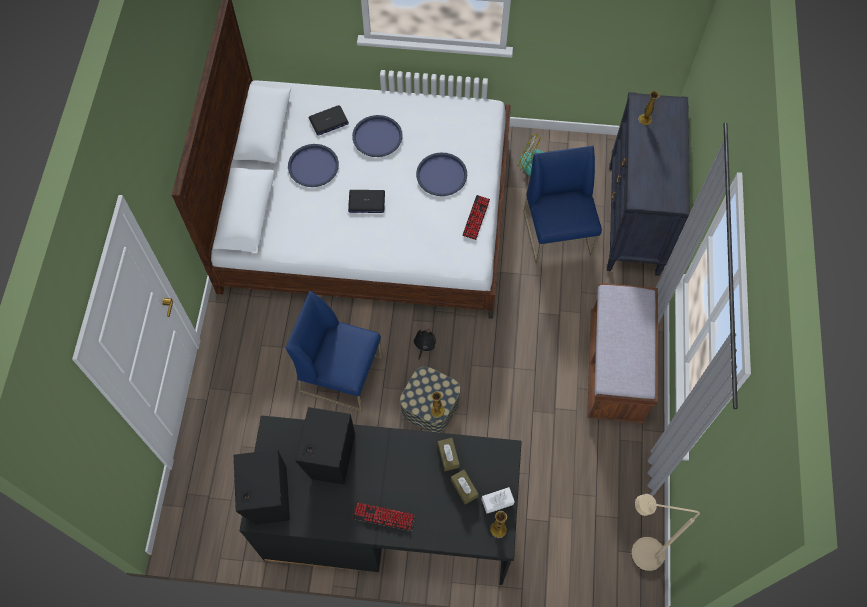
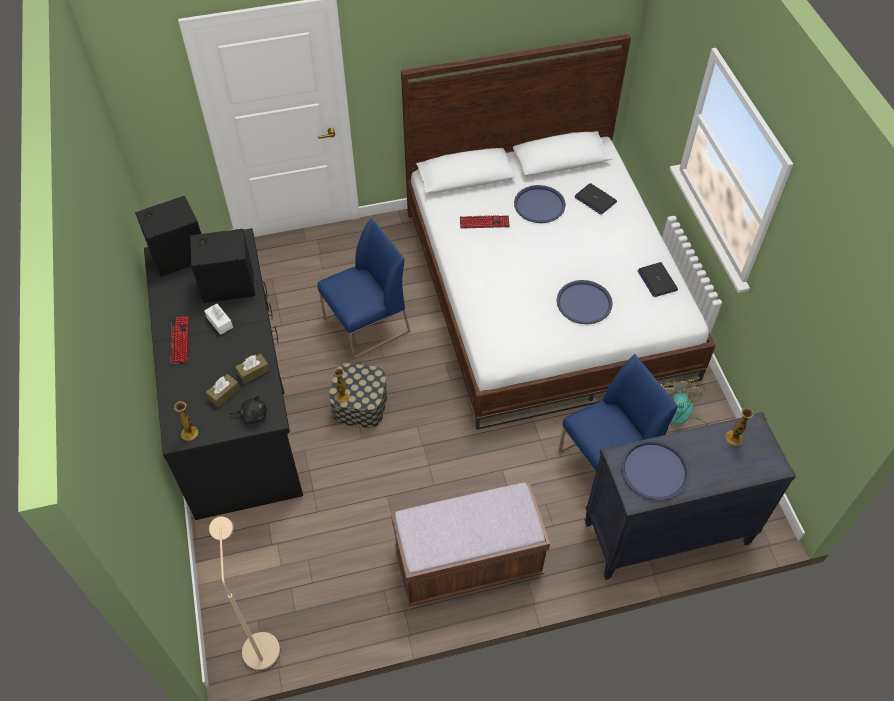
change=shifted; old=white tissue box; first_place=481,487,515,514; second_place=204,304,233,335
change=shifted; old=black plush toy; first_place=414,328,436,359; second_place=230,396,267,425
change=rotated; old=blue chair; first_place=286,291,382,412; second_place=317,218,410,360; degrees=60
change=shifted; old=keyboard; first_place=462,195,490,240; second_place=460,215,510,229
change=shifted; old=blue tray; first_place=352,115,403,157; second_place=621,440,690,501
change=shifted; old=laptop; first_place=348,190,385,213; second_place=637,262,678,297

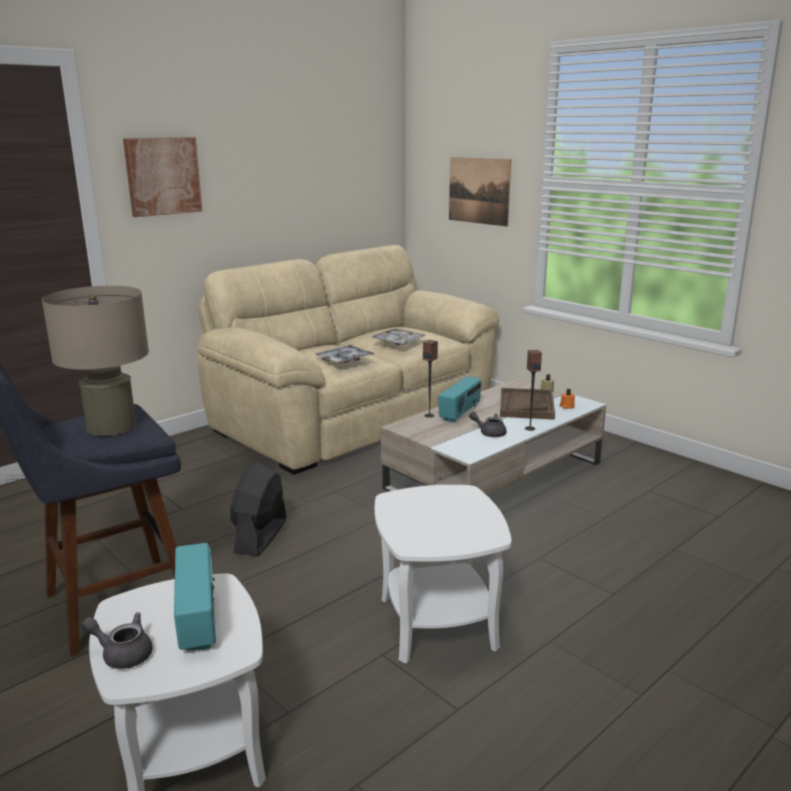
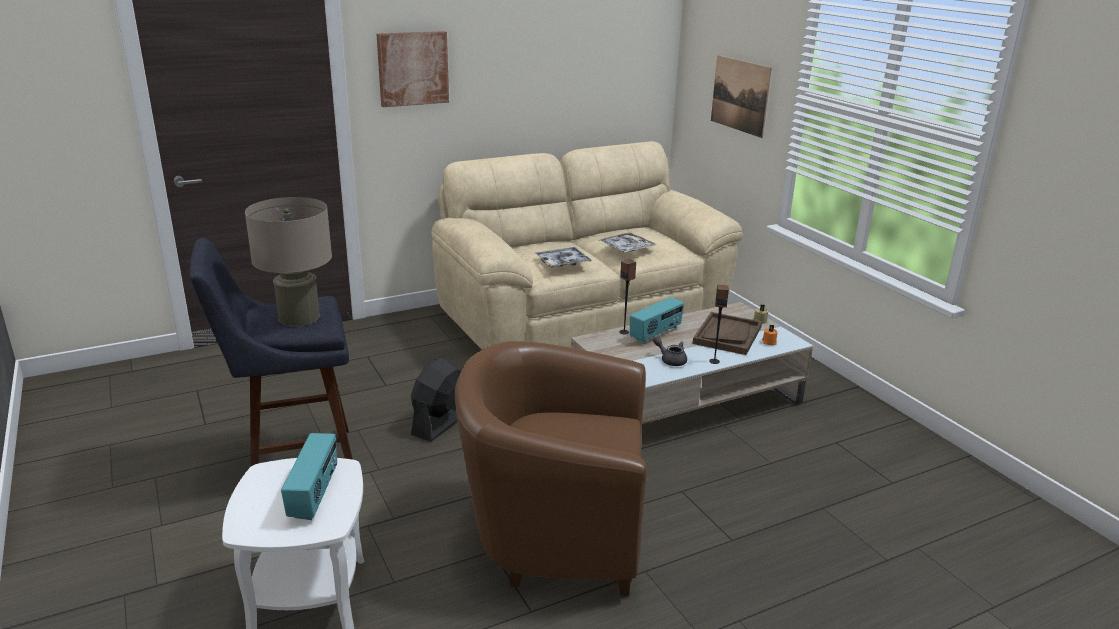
change=swapped; old=white side table; new=brown armchair; first_place=374,485,512,664; second_place=455,341,647,597
change=gone; old=grey teapot; first_place=81,612,153,669

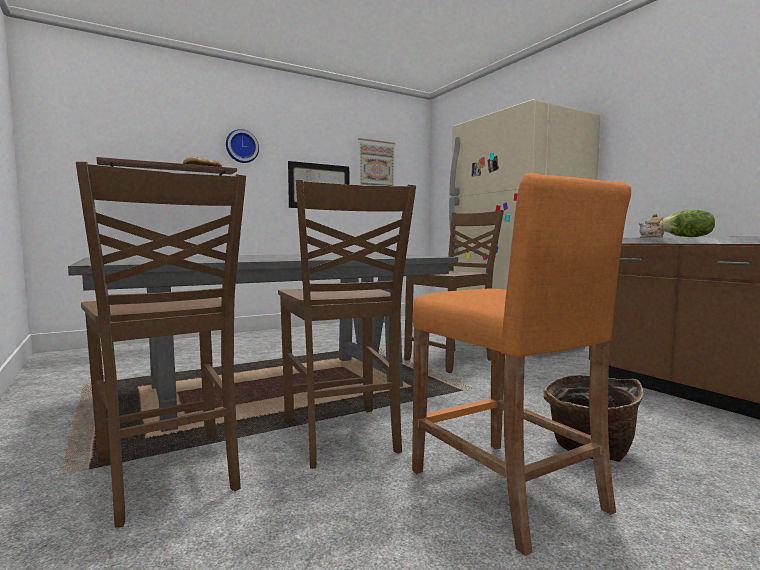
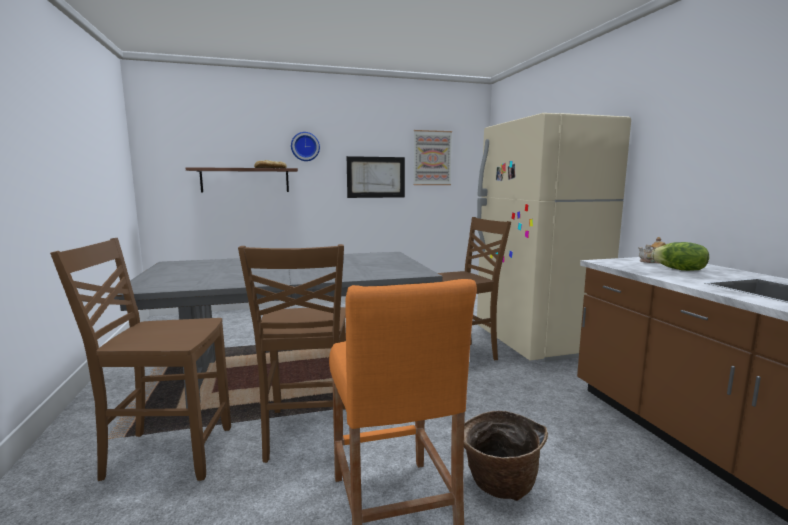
change=rotated; old=brown chair; first_place=76,161,246,528; second_place=50,238,231,481; degrees=105

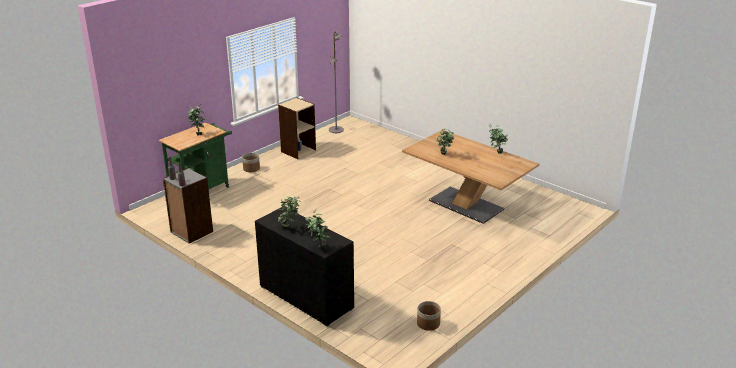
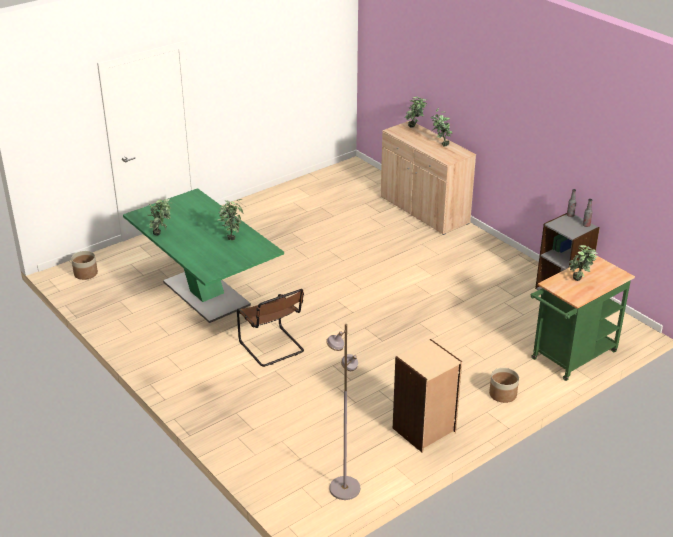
change=shifted; old=planter; first_place=417,301,441,331; second_place=71,251,98,280
change=repainted; old=brown dining table; new=green dining table; first_place=402,130,539,224; second_place=123,188,284,323
change=new; new=brown chair; second_place=237,289,304,367
change=repainted; old=black cabinet; new=beige cabinet; first_place=255,208,354,327; second_place=381,120,476,235

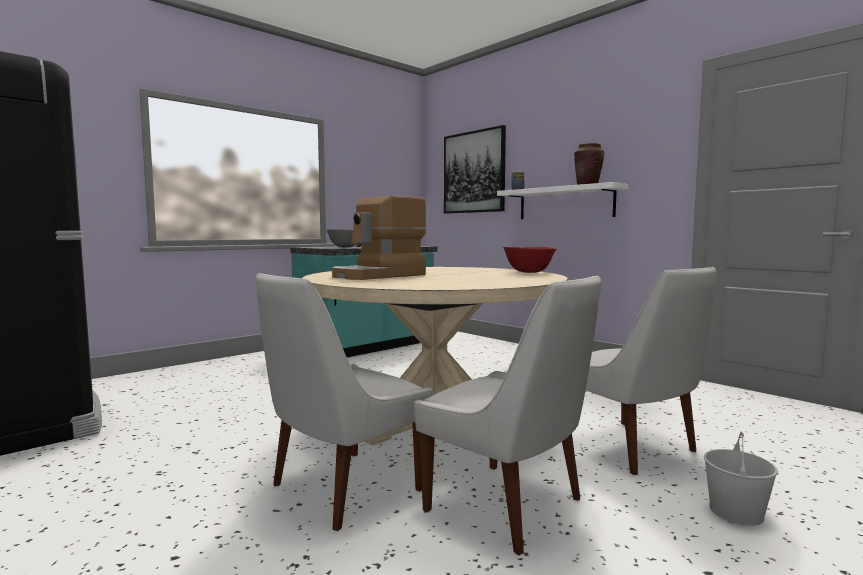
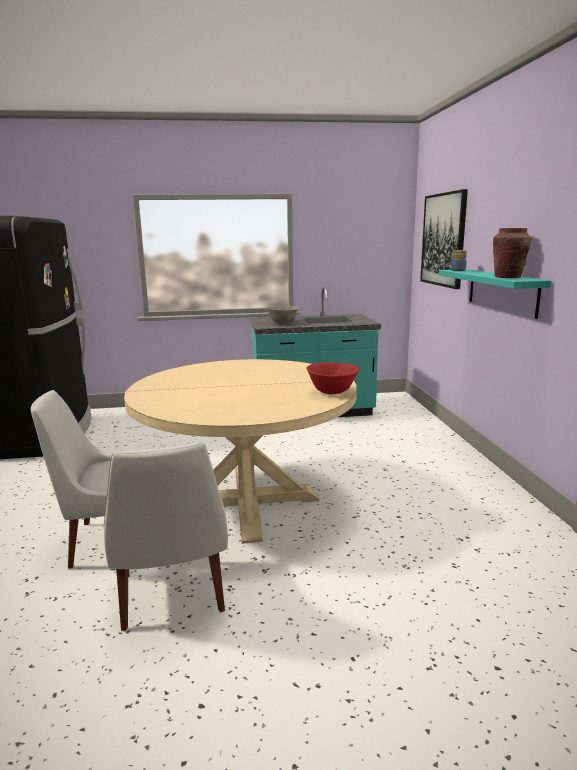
change=repainted; old=white shelf; new=turquoise shelf; first_place=497,182,628,219; second_place=439,269,551,319
change=gone; old=coffee machine; first_place=332,196,426,280
change=gone; old=white chair; first_place=586,267,717,475
change=gone; old=white bucket; first_place=704,432,778,526

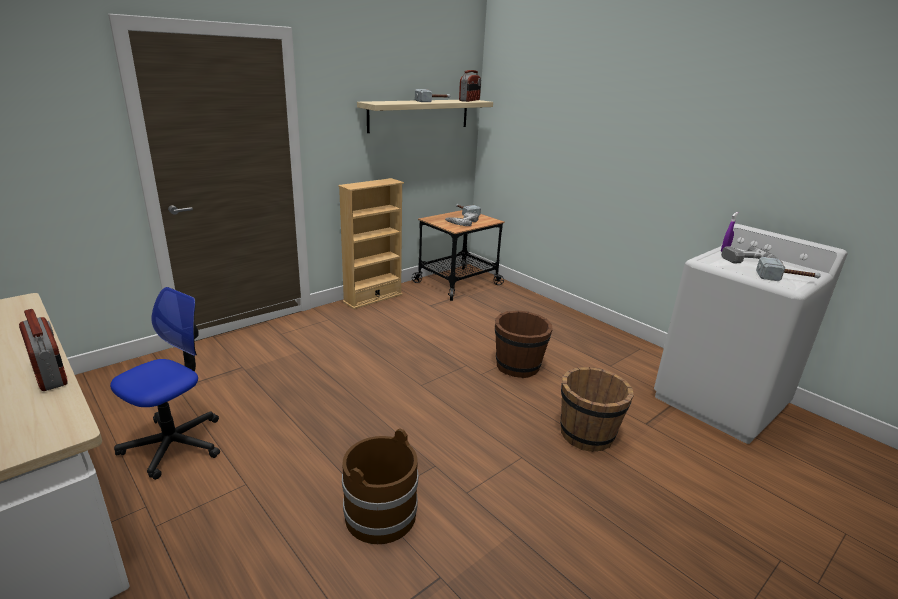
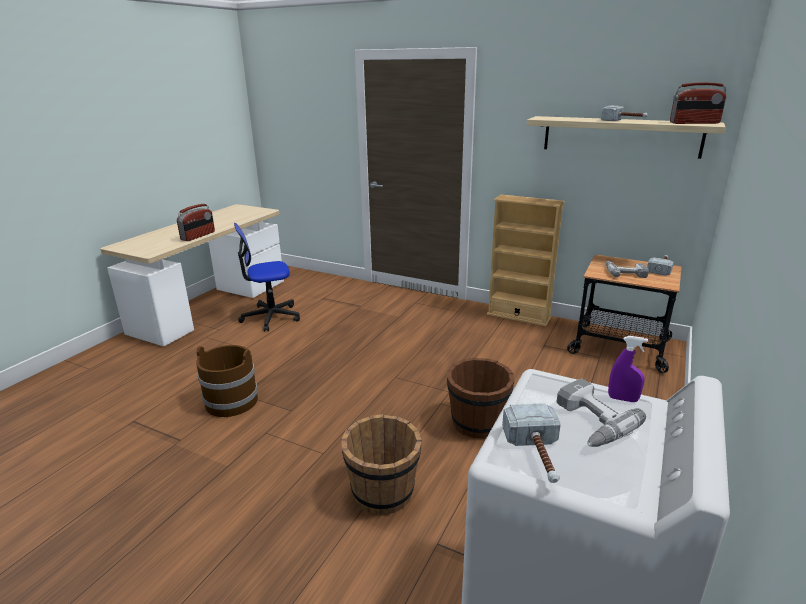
change=rotated; old=office chair; first_place=110,287,220,480; second_place=234,223,300,332; degrees=150

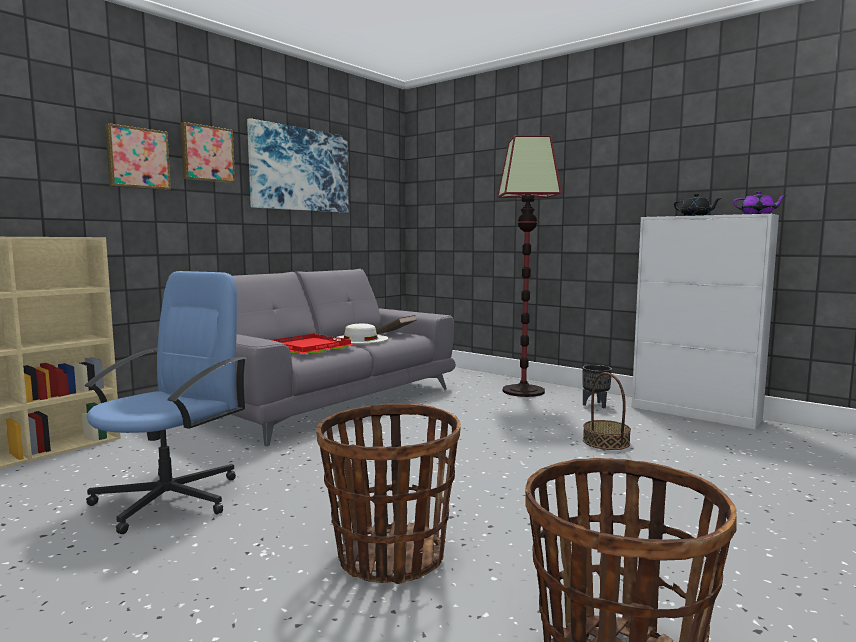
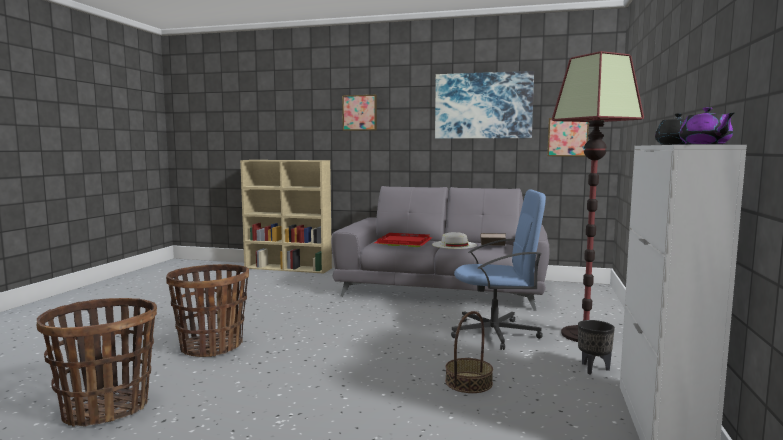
change=shifted; old=blue office chair; first_place=85,271,246,534; second_place=451,189,546,350
change=shifted; old=picture; first_place=180,122,235,183; second_place=547,118,589,156

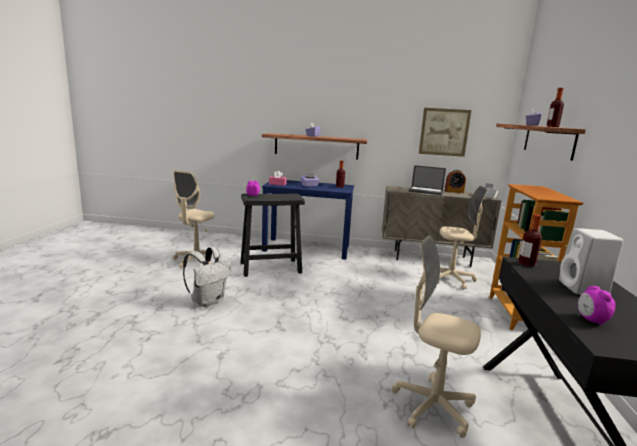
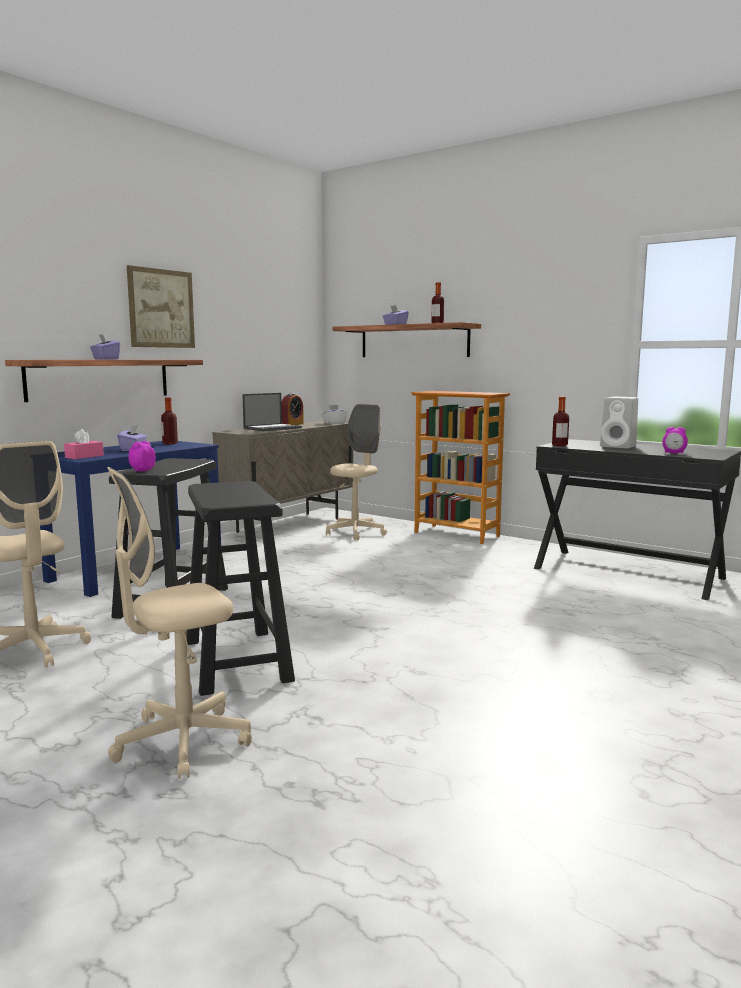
change=shifted; old=beige office chair; first_place=392,235,481,438; second_place=107,467,252,779
change=shifted; old=picture; first_place=419,108,471,157; second_place=127,265,195,348
change=swapped; old=white backpack; new=black stool; first_place=183,247,232,307; second_place=186,481,295,696

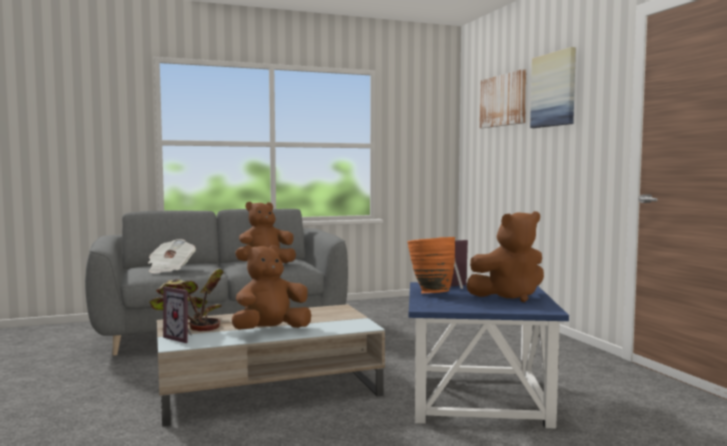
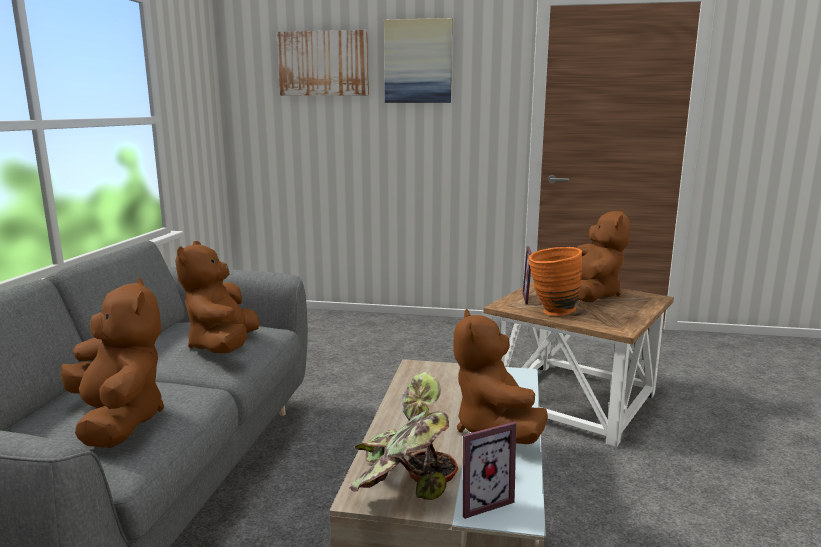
change=swapped; old=newspaper; new=brown plush toy; first_place=148,239,196,273; second_place=61,277,164,448
change=repainted; old=blue side table; new=brown side table; first_place=409,282,569,429; second_place=483,281,674,447

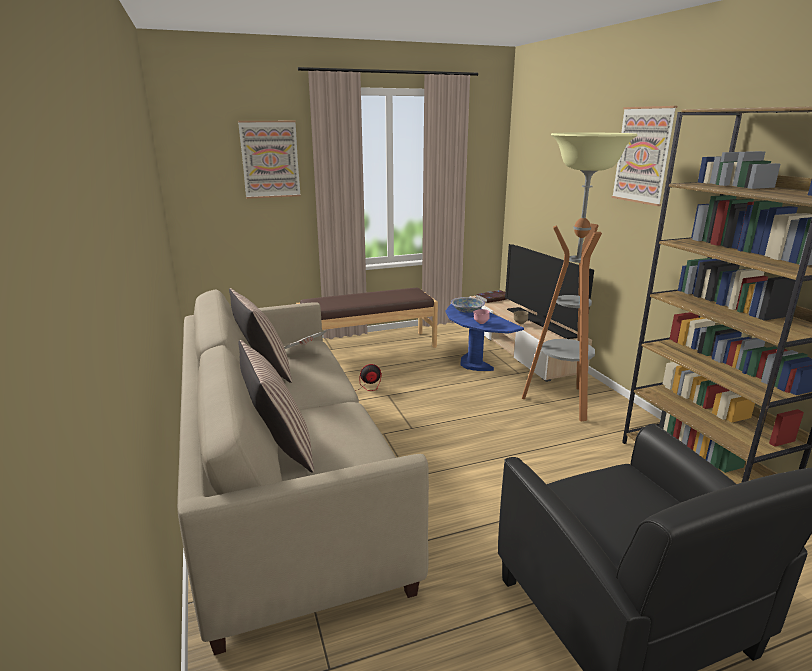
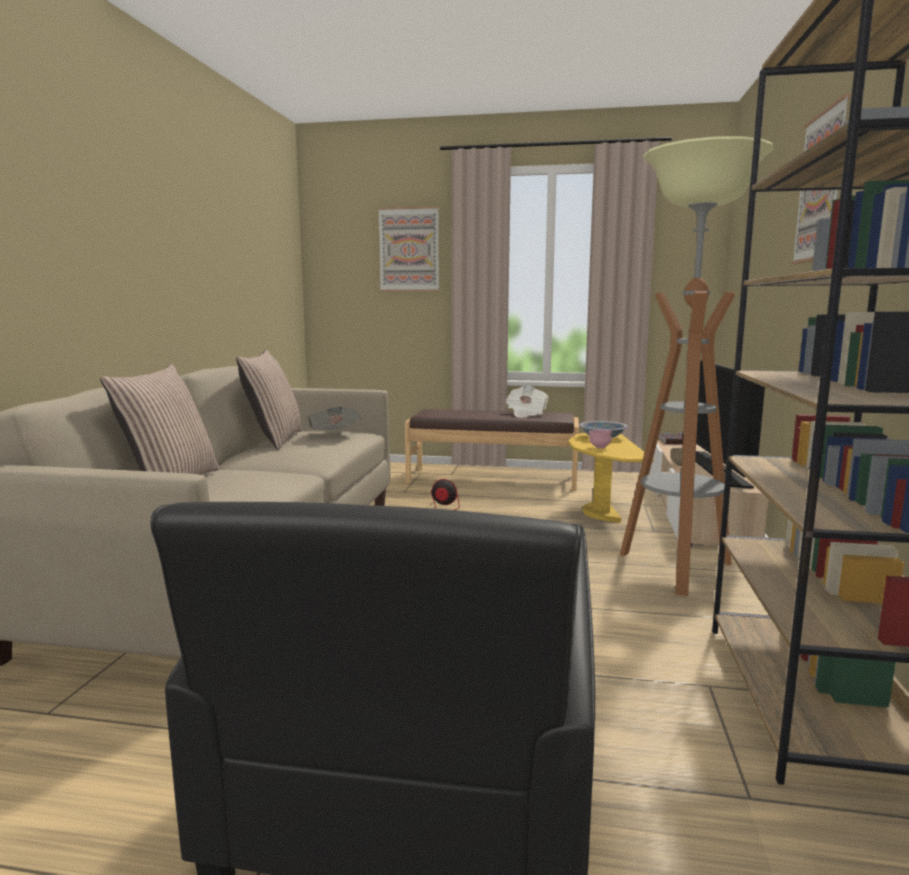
change=new; new=newspaper; second_place=506,386,549,418
change=repainted; old=blue side table; new=yellow side table; first_place=446,304,524,371; second_place=568,433,654,523

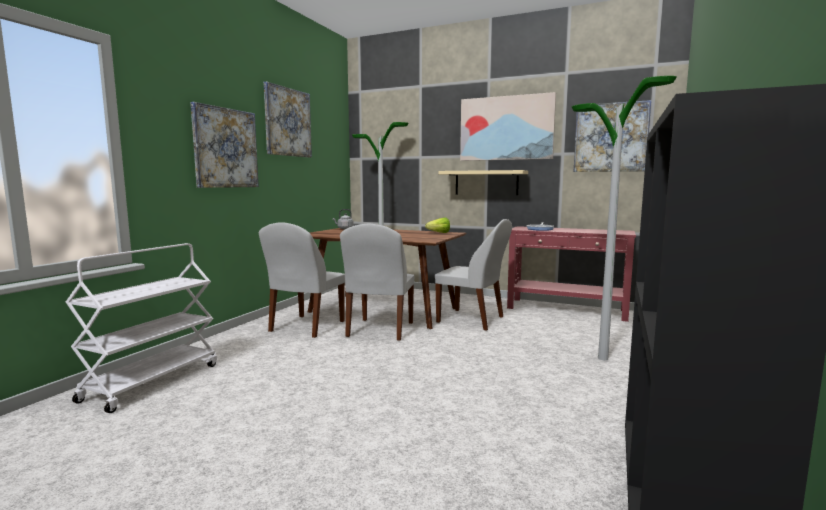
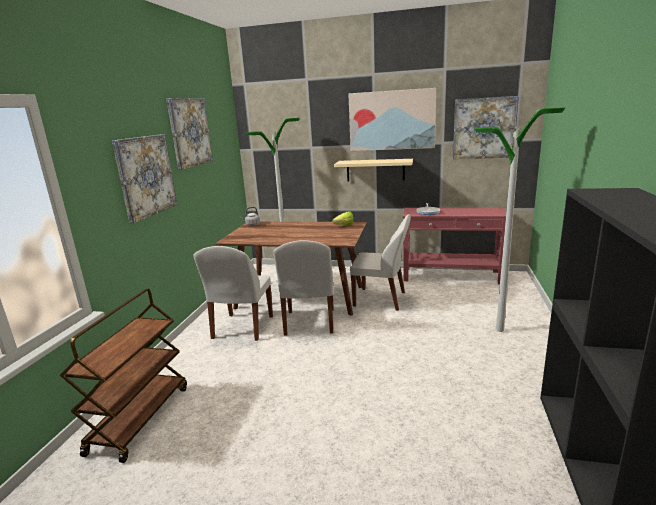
change=repainted; old=white cart; new=brown cart; first_place=66,243,217,413; second_place=60,289,187,463

